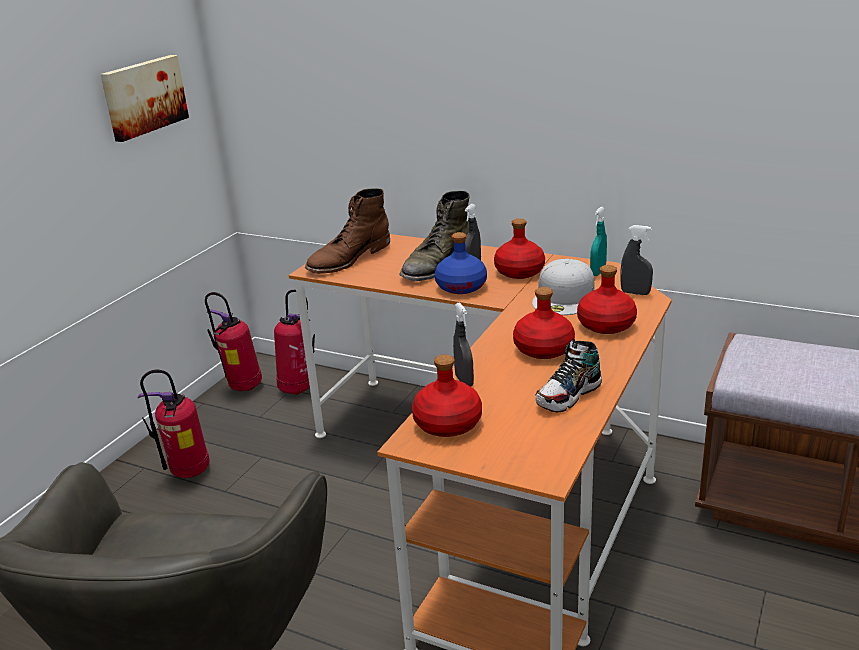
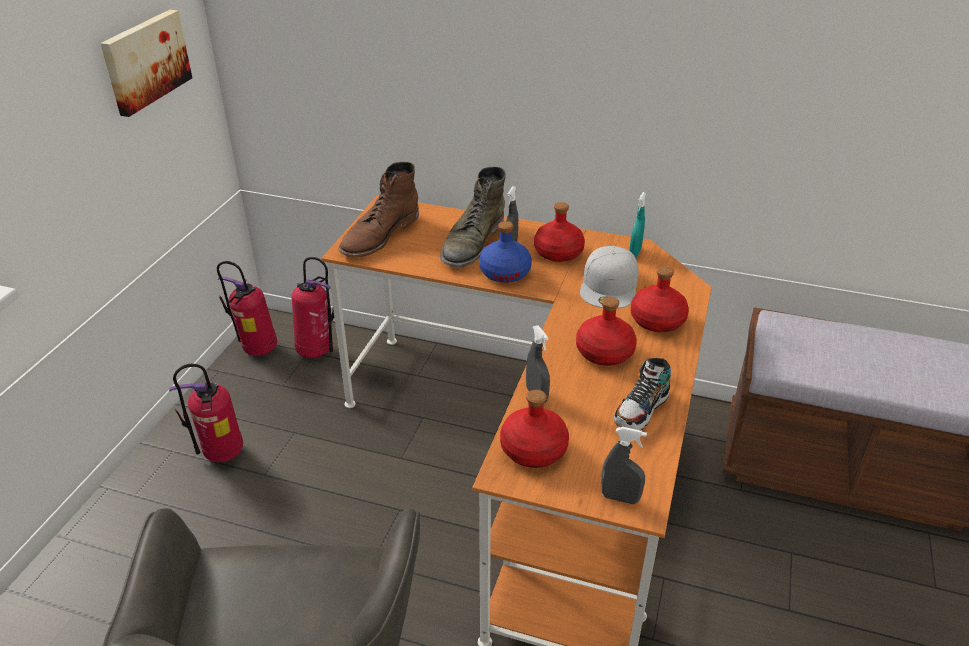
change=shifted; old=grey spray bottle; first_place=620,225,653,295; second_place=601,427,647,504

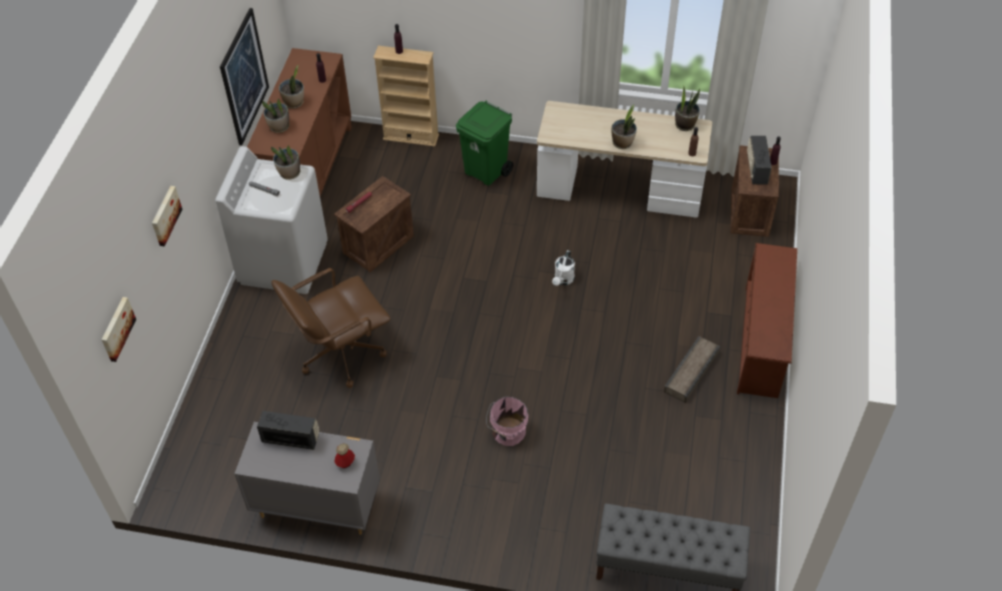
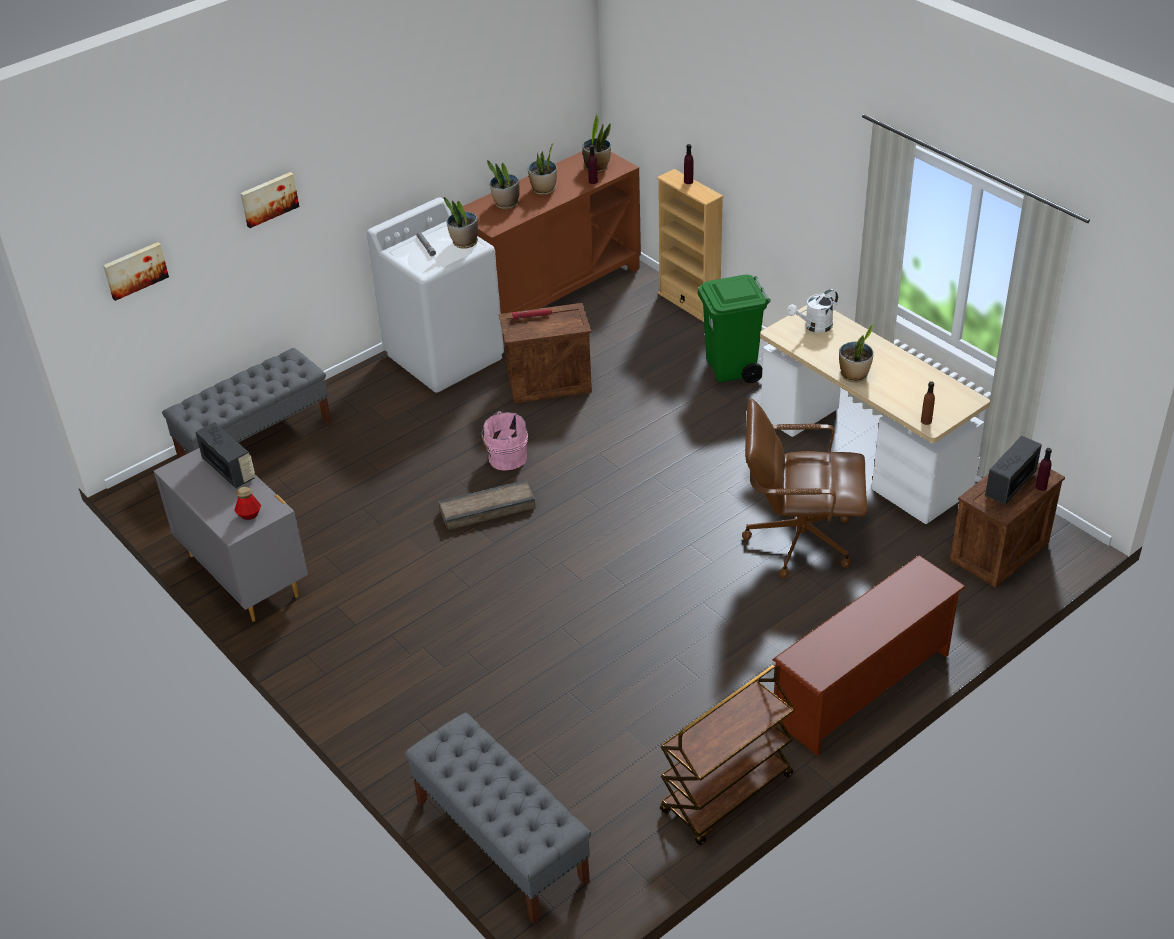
change=new; new=grey bench; second_place=162,348,331,458
change=shifted; old=crate; first_place=664,336,720,403; second_place=438,480,536,531
change=shifted; old=pink bucket; first_place=486,397,528,446; second_place=481,411,528,470
change=shifted; old=potted plant; first_place=675,85,700,131; second_place=582,114,611,173
change=new; new=brown cart; second_place=660,665,795,845
change=shifted; old=brown office chair; first_place=272,268,390,388; second_place=742,399,867,578
change=shifted; old=white watering can; first_place=552,250,575,286; second_place=787,289,838,333
change=gone; old=picture; first_place=220,8,269,145

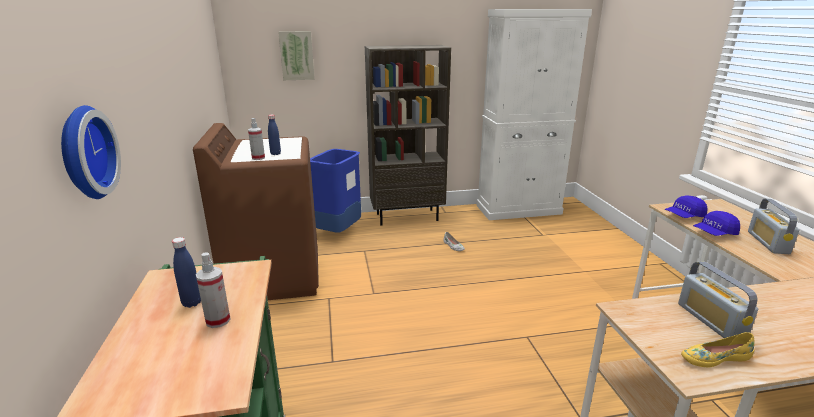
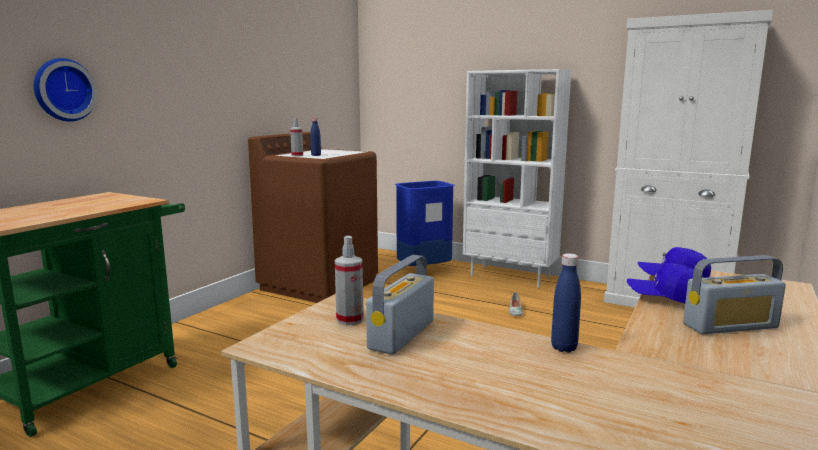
change=shifted; old=spray bottle; first_place=196,252,231,328; second_place=335,236,364,325
change=repainted; old=brown bookcase; new=white bookcase; first_place=365,45,451,226; second_place=463,69,571,287
change=shifted; old=blue bottle; first_place=172,237,201,308; second_place=551,253,581,352
change=rotated; old=radio; first_place=748,199,799,254; second_place=683,255,786,334; degrees=-150
change=gone; old=picture; first_place=278,31,315,80
change=gone; old=yellow shoe; first_place=681,332,755,367

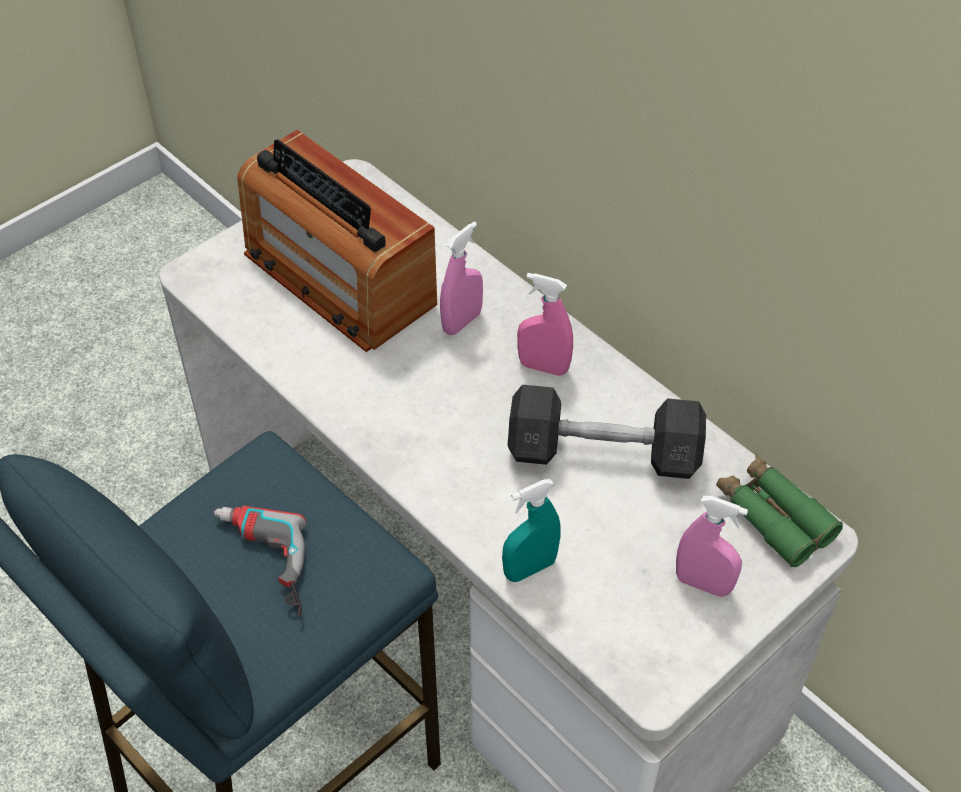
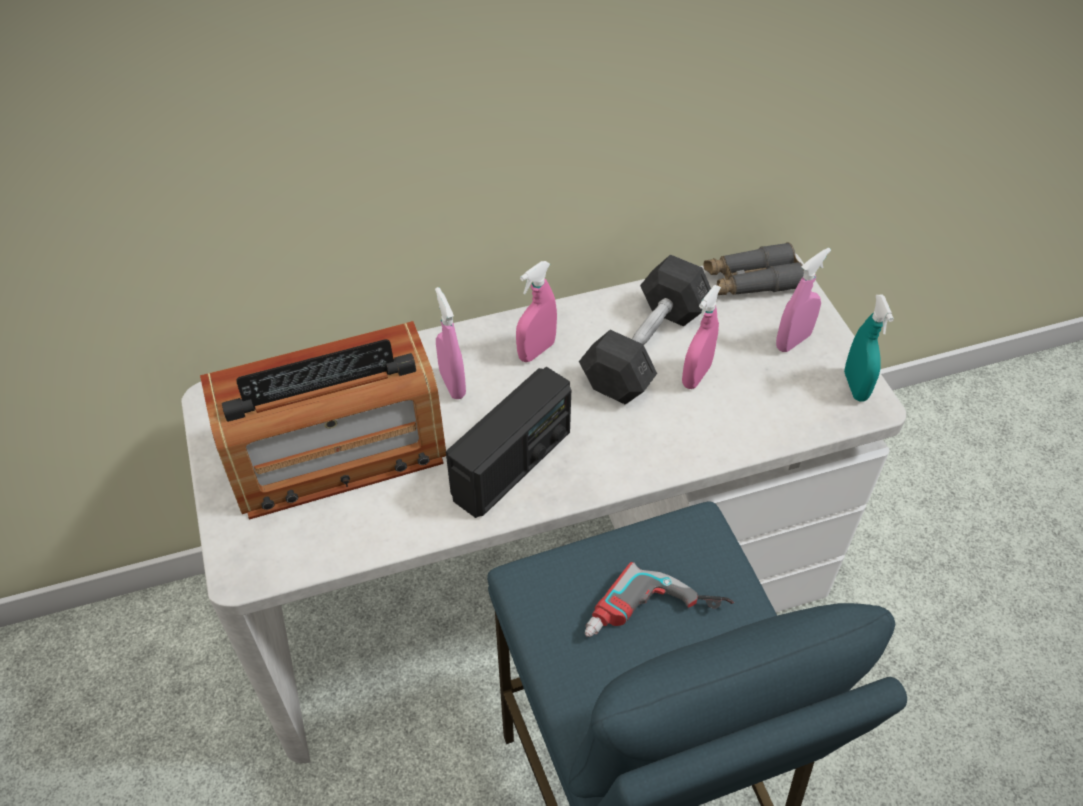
change=new; new=radio; second_place=446,367,571,518
change=new; new=pink spray bottle; second_place=682,285,721,389
change=repainted; old=green binoculars; new=grey binoculars; first_place=716,455,843,567; second_place=704,242,804,296
change=shifted; old=turquoise spray bottle; first_place=502,479,560,582; second_place=844,295,894,402

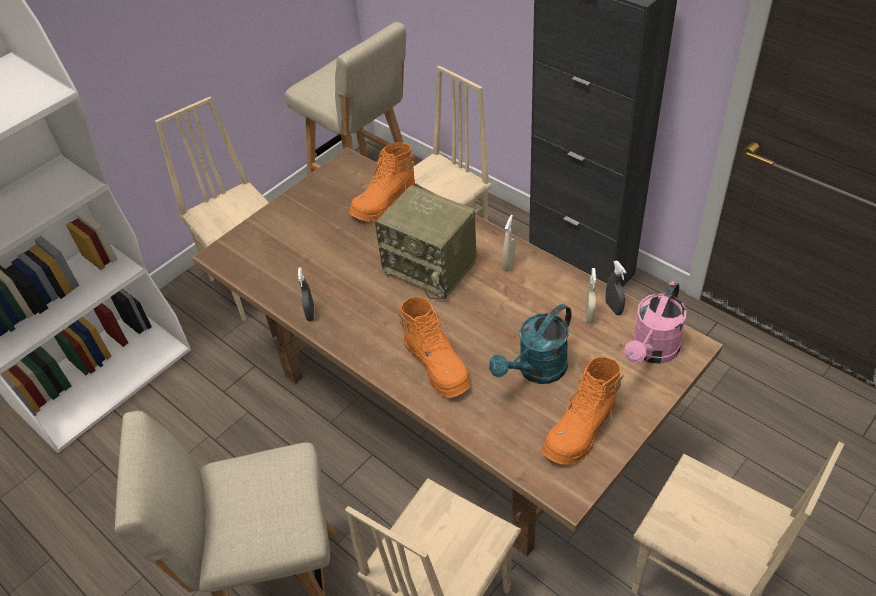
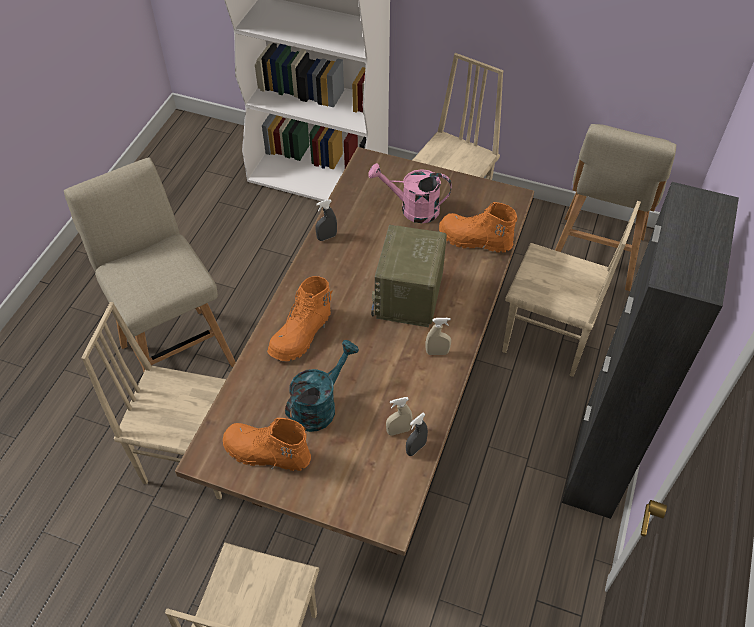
change=rotated; old=turquoise watering can; first_place=489,304,571,384; second_place=285,340,359,432; degrees=105
change=shifted; old=pink watering can; first_place=624,281,686,364; second_place=368,163,452,223

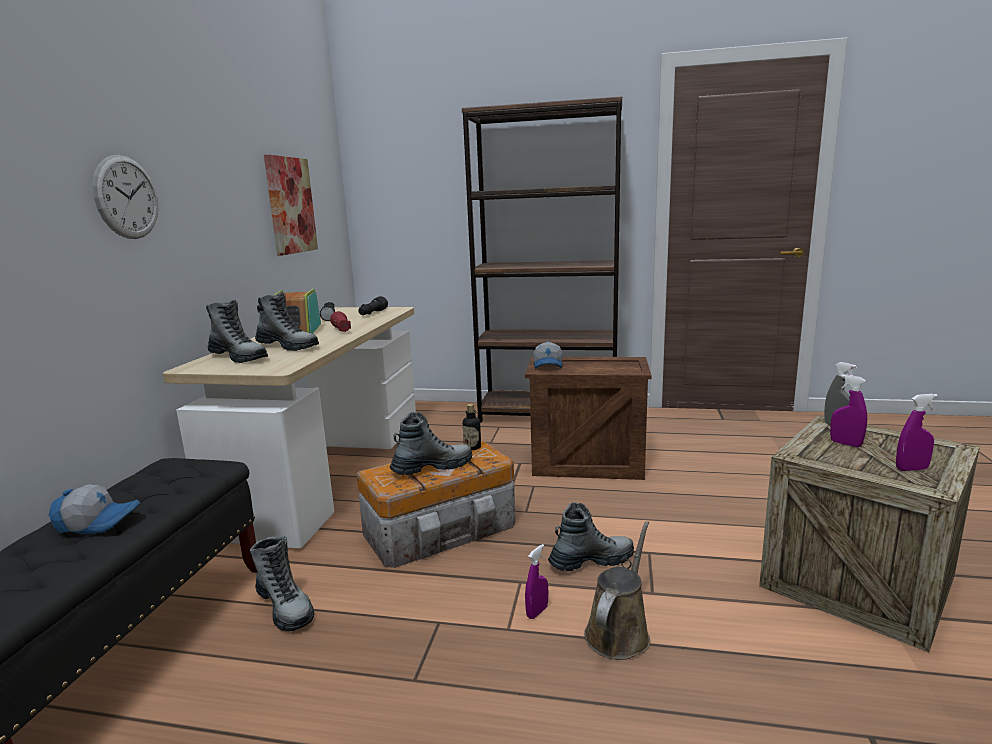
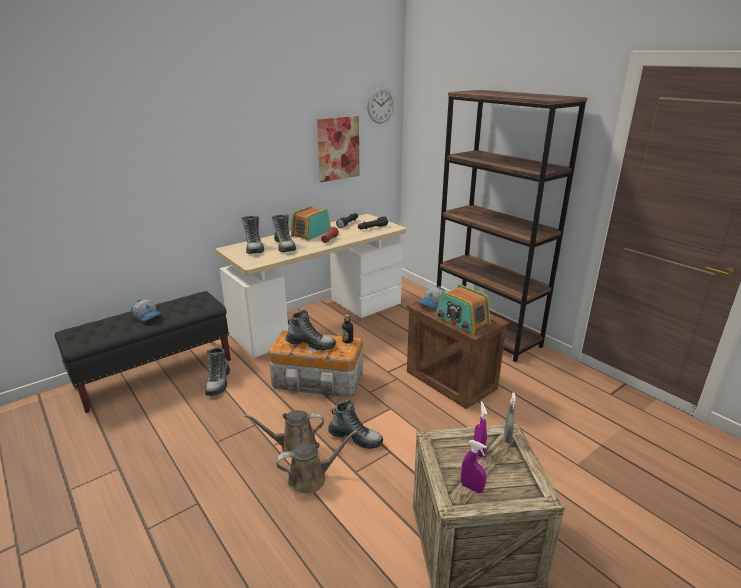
change=swapped; old=purple spray bottle; new=brown watering can; first_place=525,544,548,619; second_place=244,410,324,452
change=shifted; old=wall clock; first_place=92,155,159,239; second_place=367,87,394,123
change=new; new=radio; second_place=436,284,491,334

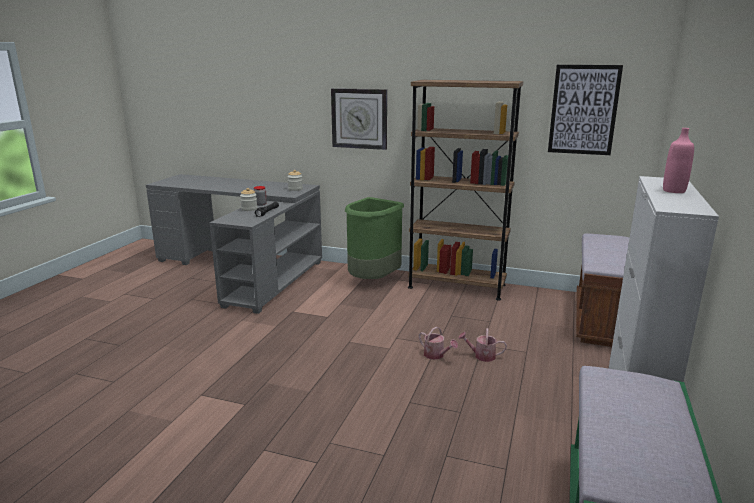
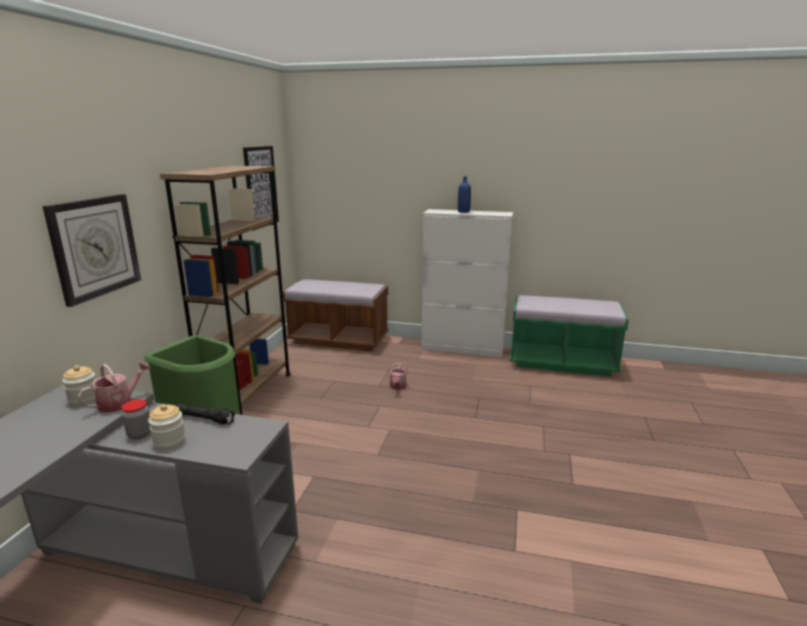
change=shifted; old=watering can; first_place=419,326,458,360; second_place=78,362,151,413
change=repainted; old=pink bottle; new=blue bottle; first_place=663,128,694,193; second_place=458,176,471,213

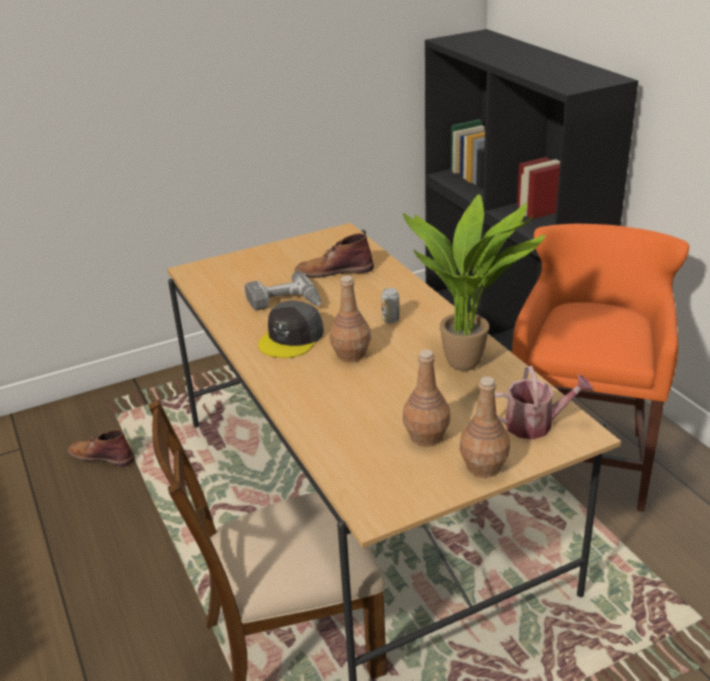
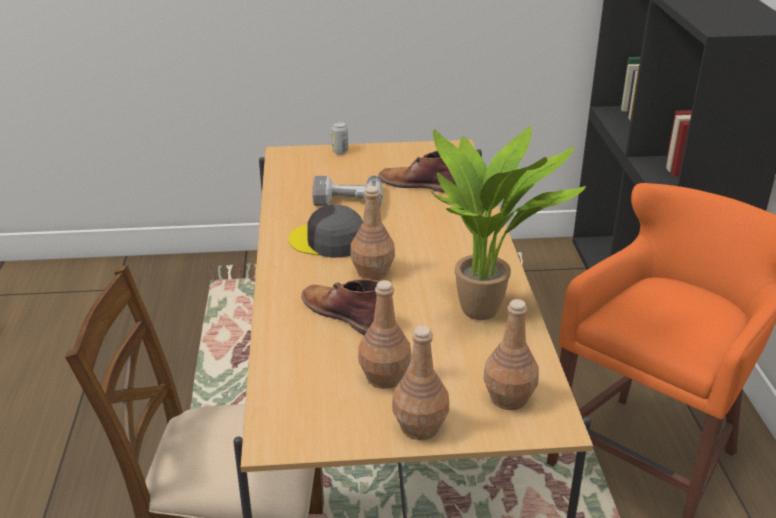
change=rotated; old=grey cap; first_place=258,300,324,358; second_place=289,205,363,258; degrees=60
change=shifted; old=brown boot; first_place=68,429,135,467; second_place=301,279,378,335
change=shifted; old=can; first_place=381,288,400,323; second_place=331,122,348,154
change=swapped; old=watering can; new=brown bottle; first_place=495,366,593,439; second_place=483,299,539,410

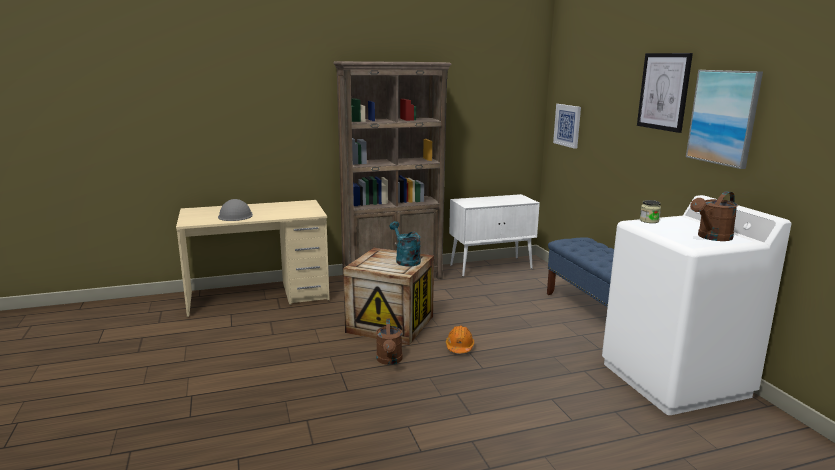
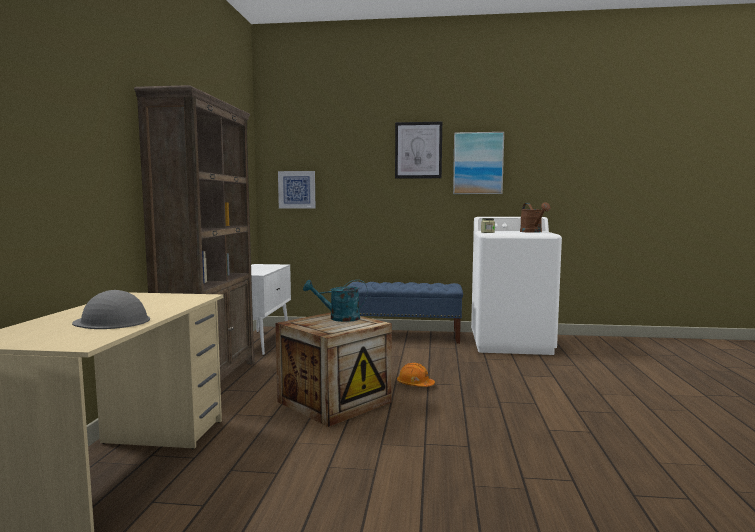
change=gone; old=brown watering can; first_place=376,319,402,365

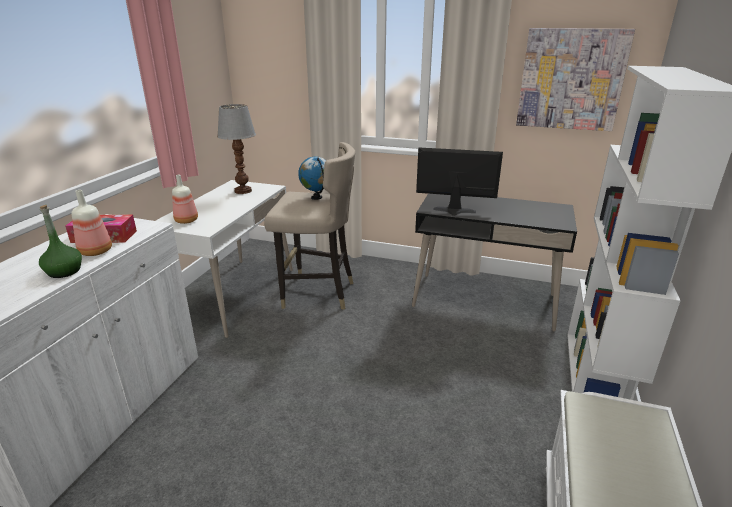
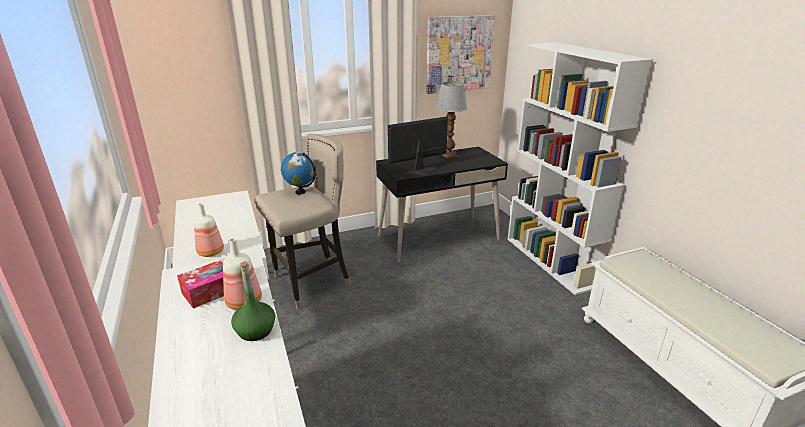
change=shifted; old=table lamp; first_place=217,104,256,194; second_place=436,82,468,158

